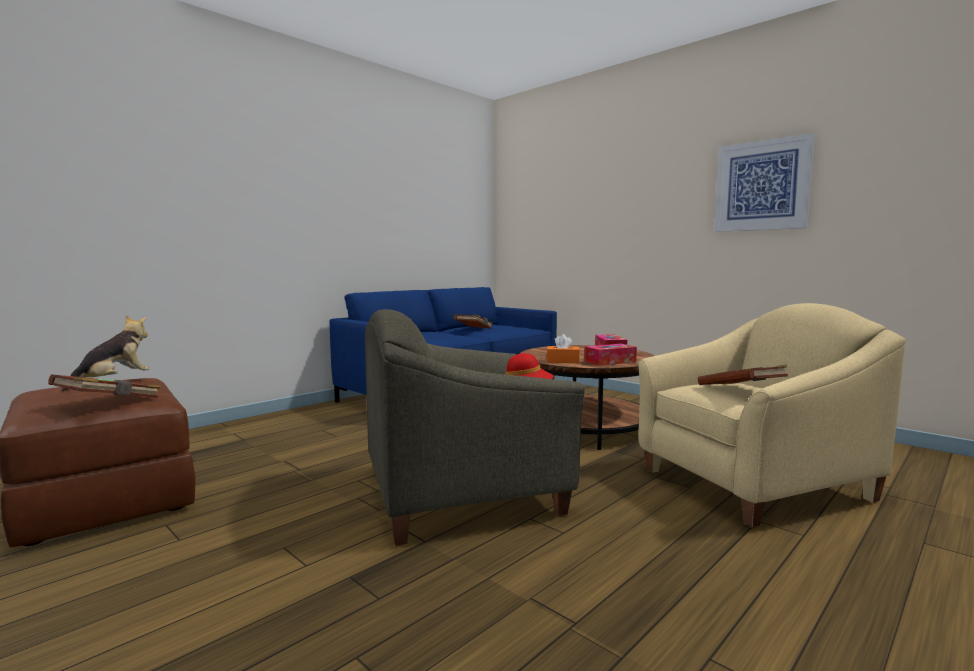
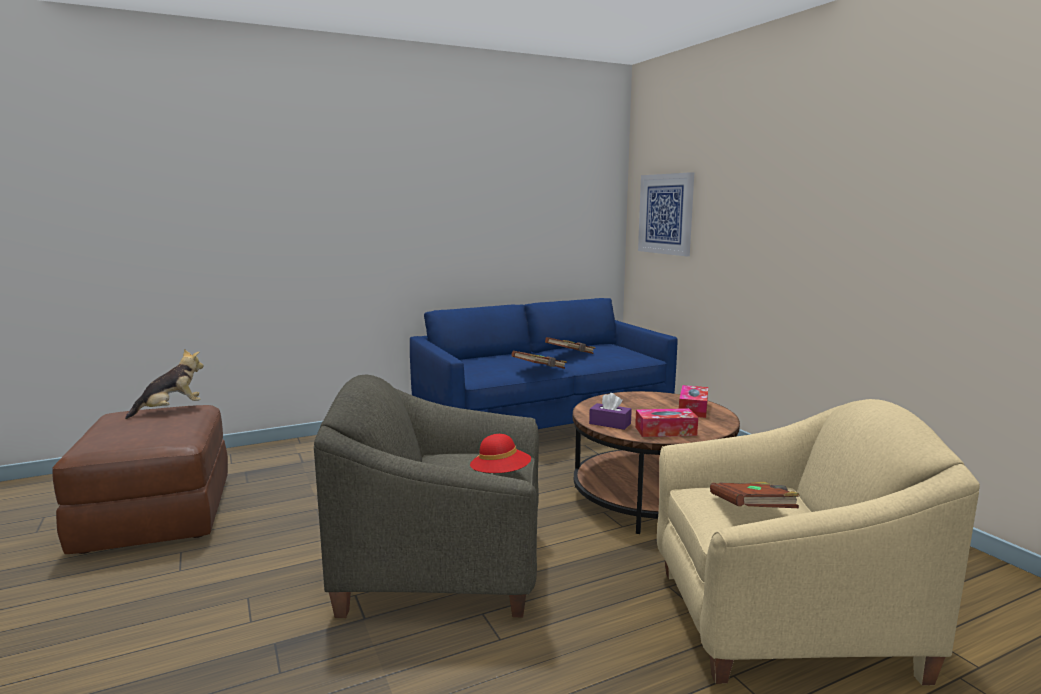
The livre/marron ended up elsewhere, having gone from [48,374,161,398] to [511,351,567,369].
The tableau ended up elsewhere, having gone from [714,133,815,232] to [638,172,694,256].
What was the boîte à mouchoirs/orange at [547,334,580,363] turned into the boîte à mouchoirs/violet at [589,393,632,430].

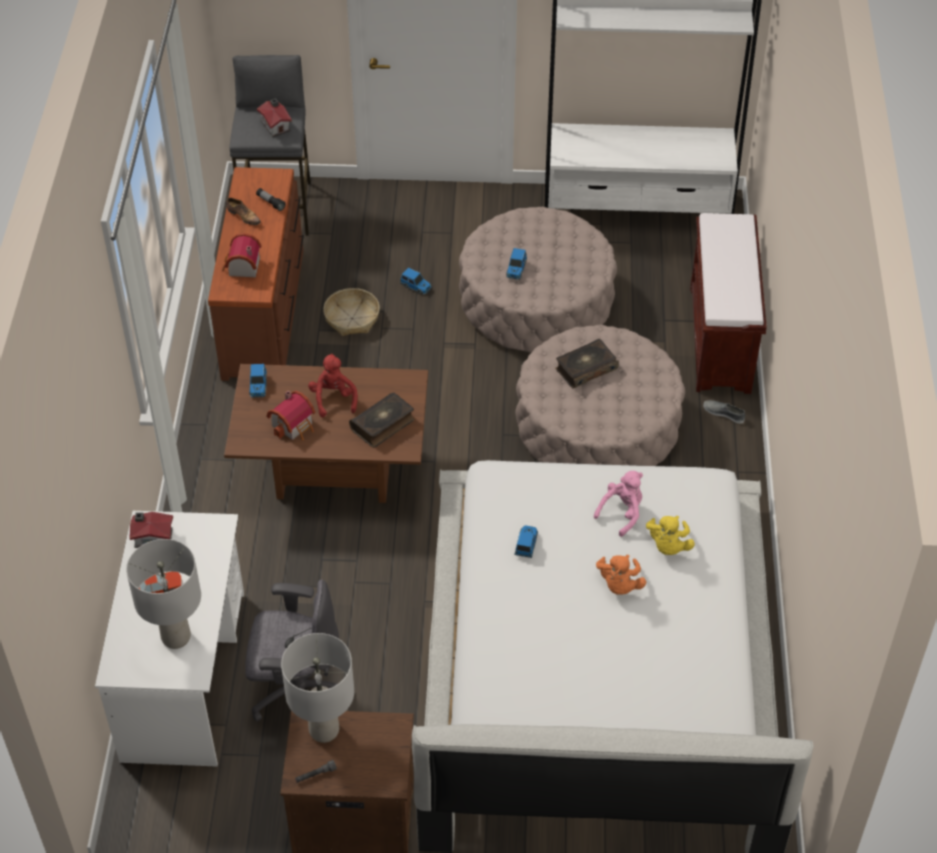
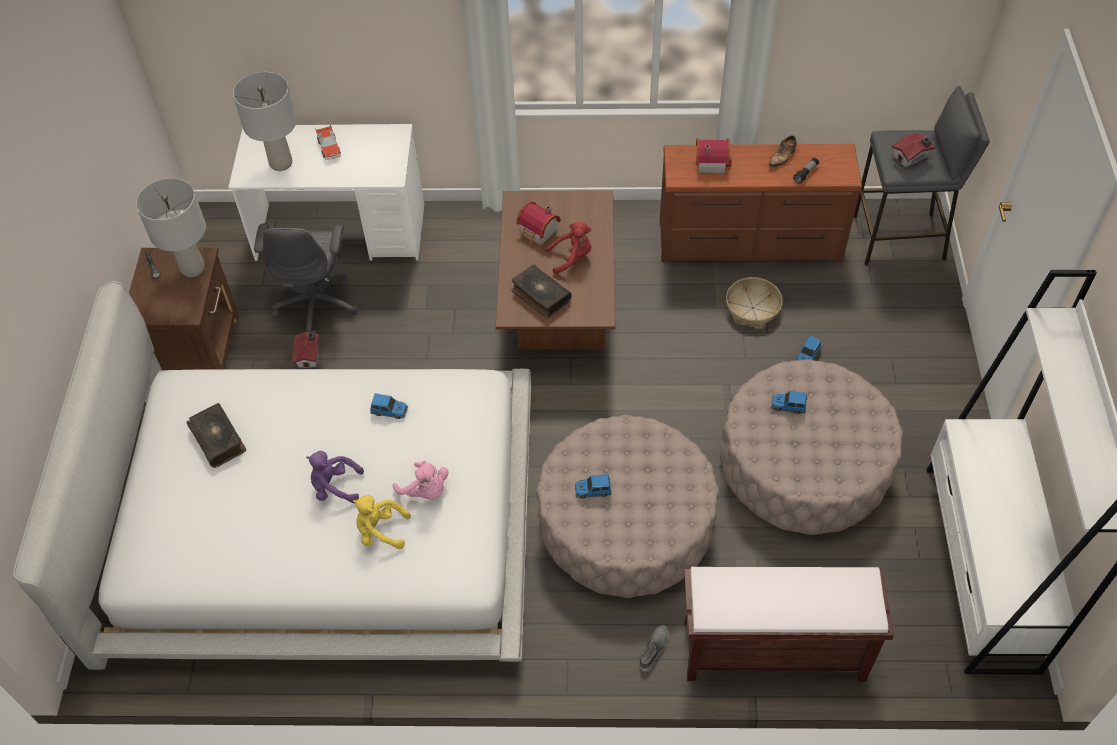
The maison miniature ended up elsewhere, having gone from [129,512,173,548] to [293,332,320,369].
The petite voiture ended up elsewhere, having gone from [249,364,267,397] to [575,474,611,499].
The livre ended up elsewhere, having gone from [555,339,619,388] to [187,403,246,468].
What was the peluche/orange at [596,555,646,595] turned into the peluche/violet at [306,451,364,503].

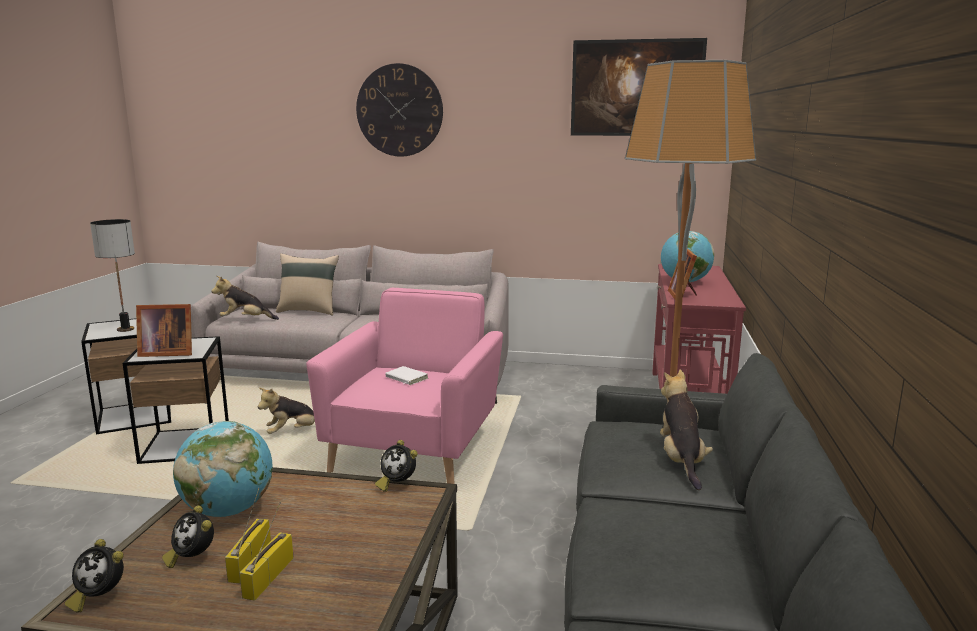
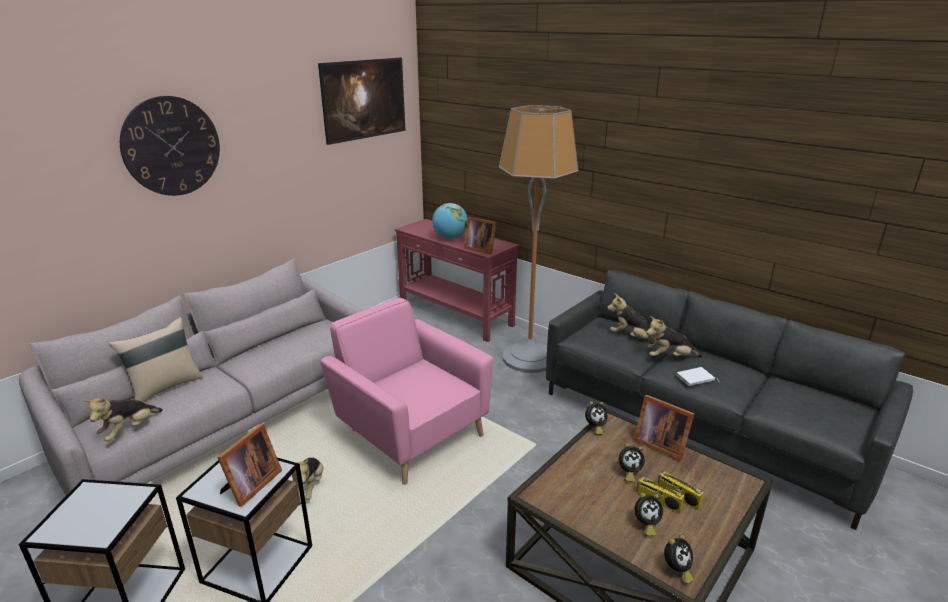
The second view lost the lampe de table at [90,219,135,332].
The second view lost the globe at [173,421,273,517].
The second view gained the réveil at [619,443,645,482].
The second view gained the cadre photo at [634,395,694,461].
The second view gained the peluche at [646,316,702,357].
The livre/blanc ended up elsewhere, having gone from [385,366,428,385] to [677,367,719,386].

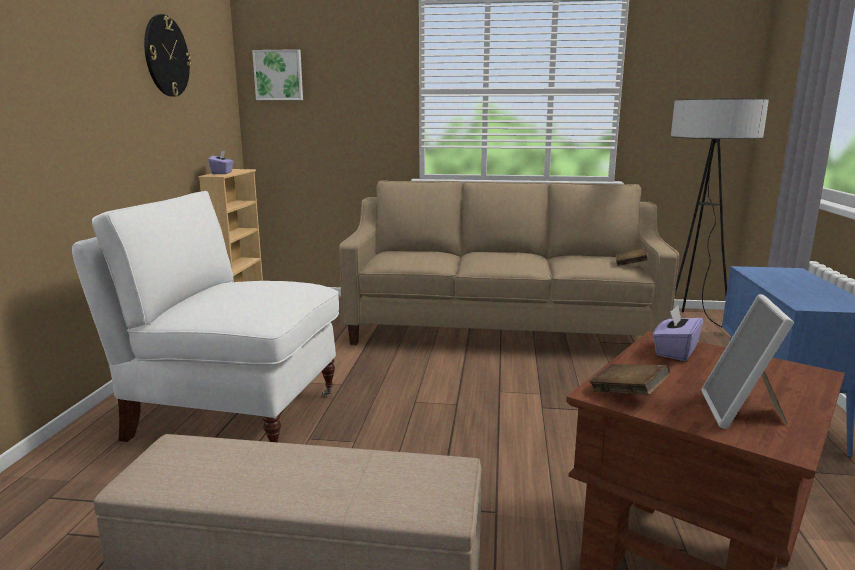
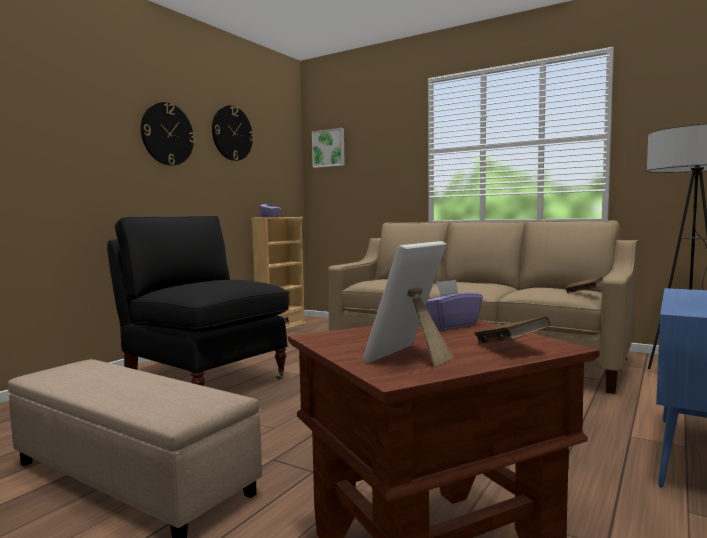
The second view gained the horloge murale at [141,102,195,166].
The livre/marron ended up elsewhere, having gone from [589,364,670,395] to [474,316,550,344].
What was the fauteuil/blanc at [72,191,339,442] turned into the fauteuil/noir at [107,216,289,386].

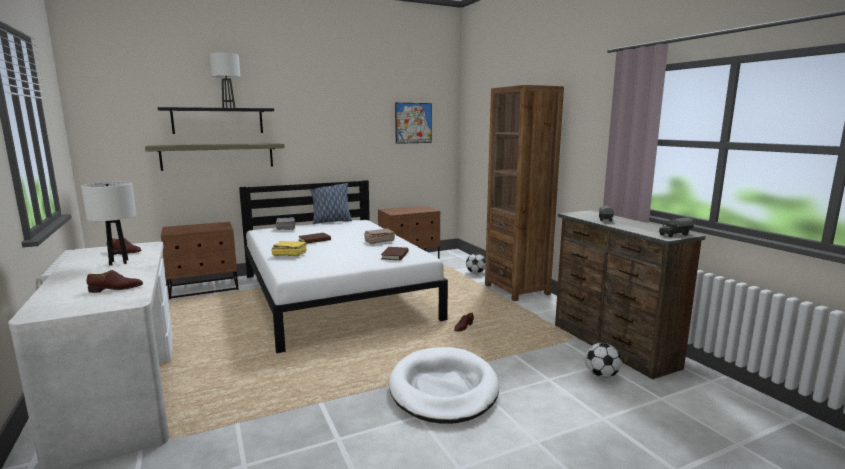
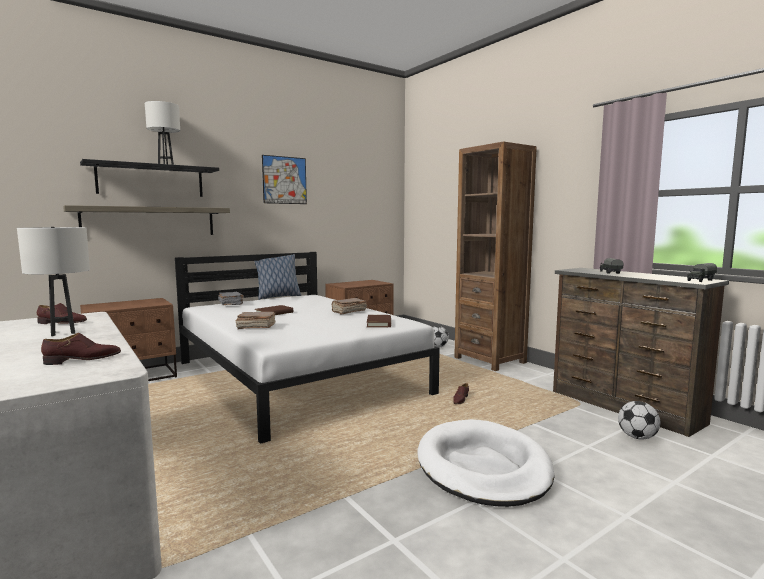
The tableau ended up elsewhere, having gone from [395,103,432,144] to [262,155,307,204].
What was the livre/jaune at [271,241,307,256] turned into the livre/marron at [236,312,276,329].

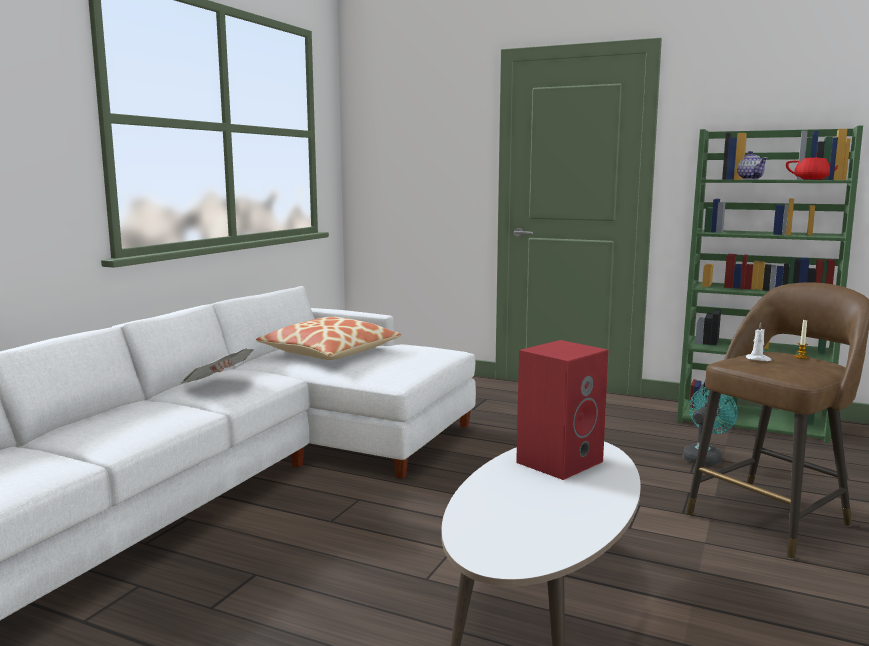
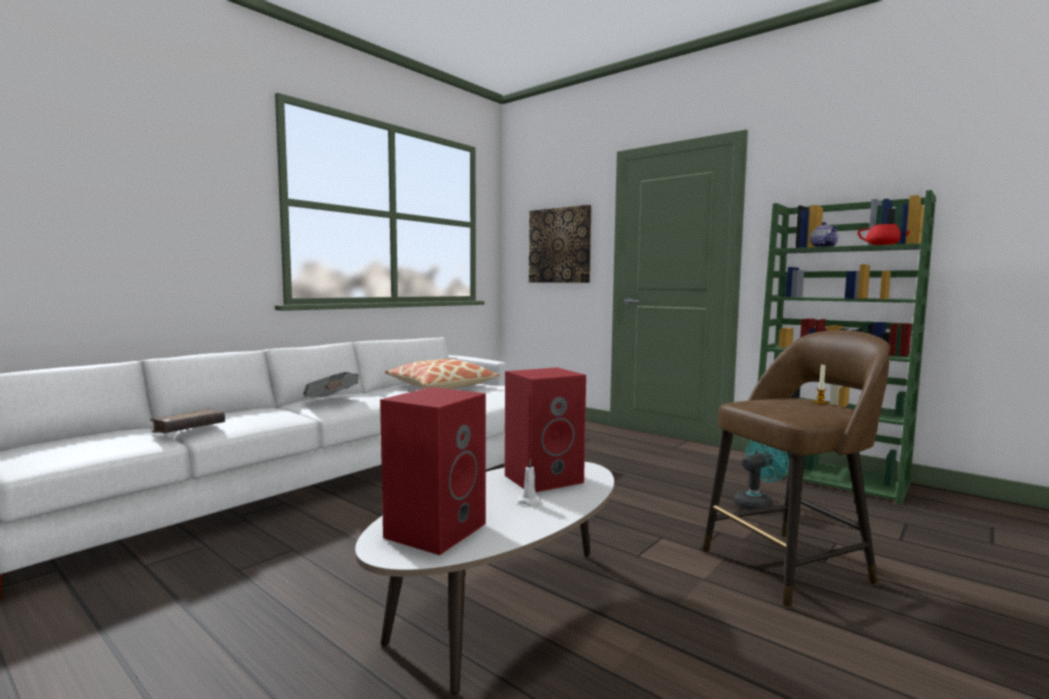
The second view gained the livre/marron at [150,409,225,433].
The second view gained the enceinte/rouge at [380,387,486,555].
The second view gained the tableau at [529,205,592,283].
The bougie/blanc ended up elsewhere, having gone from [746,322,771,361] to [517,460,543,506].

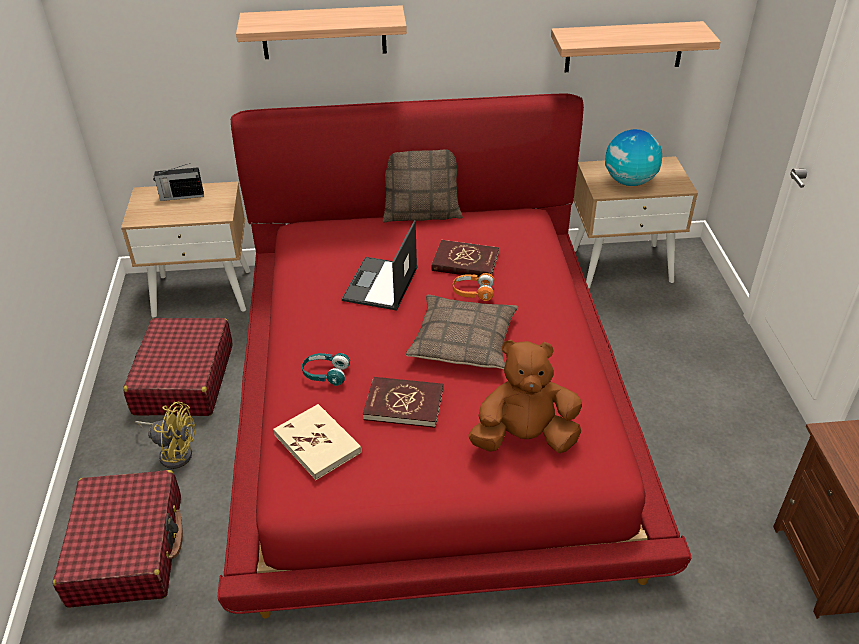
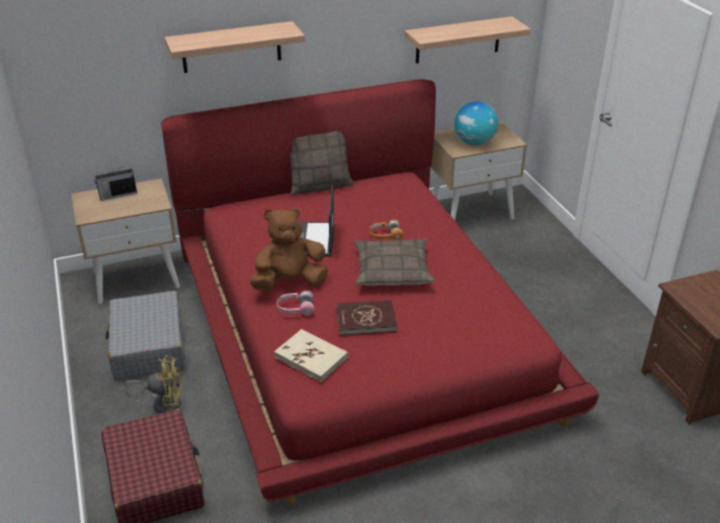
The second view lost the livre/rouge at [431,240,499,277].
The peluche/marron ended up elsewhere, having gone from [468,340,582,453] to [250,207,328,291].
What was the valise/rouge at [123,318,233,416] turned into the valise/gris at [106,291,185,380].
What was the casque audio/turquoise at [302,353,350,386] turned into the casque audio/rose at [277,290,315,315].

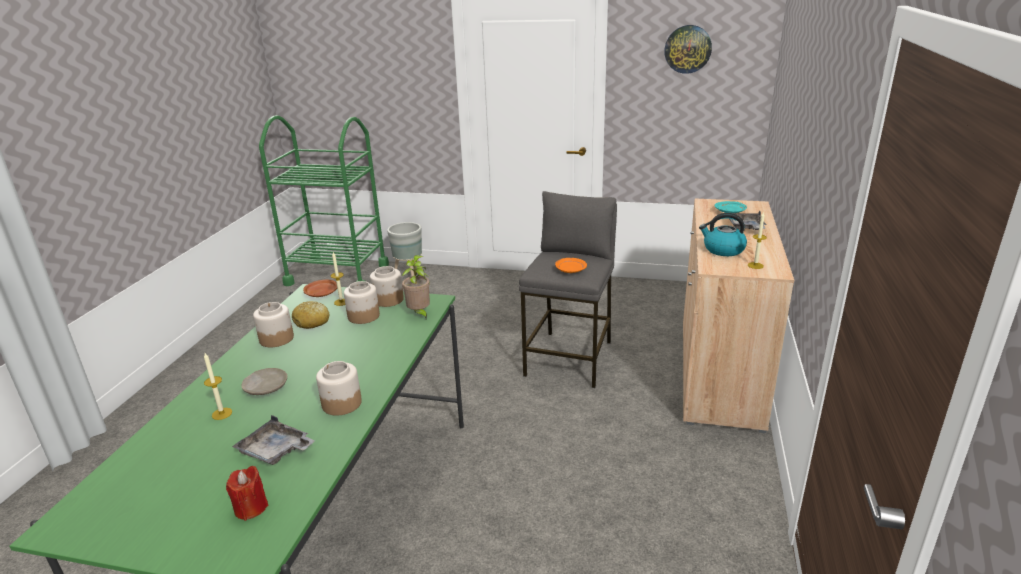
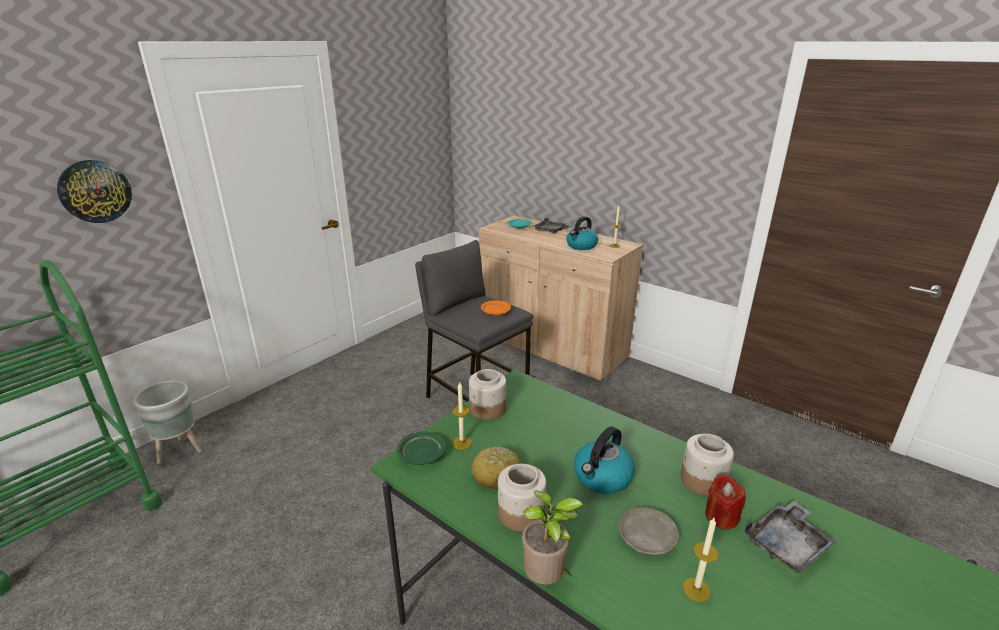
The second view lost the bocal at [344,281,380,324].
The second view gained the bouilloire at [574,426,635,494].
The bougie/rouge ended up elsewhere, having gone from [226,466,269,521] to [705,475,746,529].
The plante en pot ended up elsewhere, having gone from [402,255,430,319] to [522,491,583,585].
The horloge murale ended up elsewhere, having gone from [664,25,712,74] to [57,160,132,223].
What was the assiette/marron at [303,280,337,297] turned into the assiette/vert at [397,432,446,465].

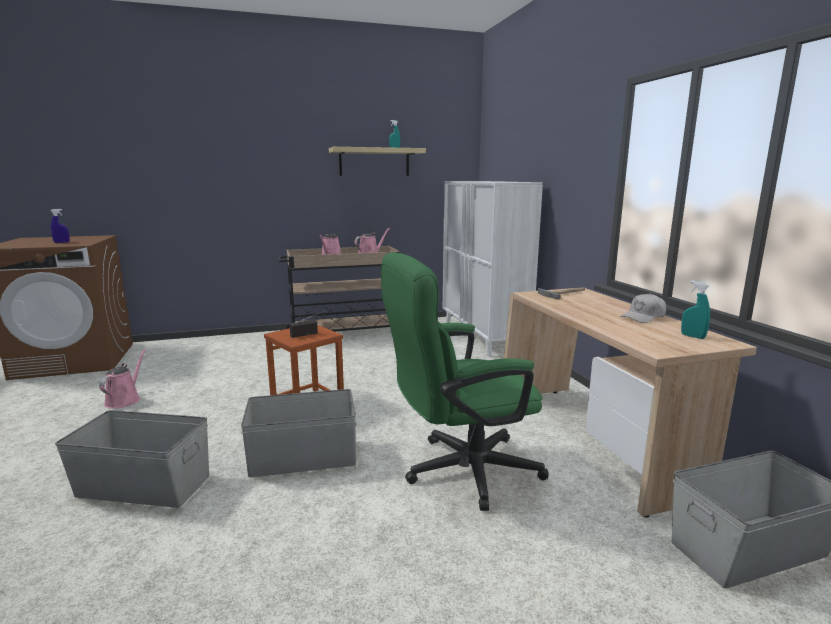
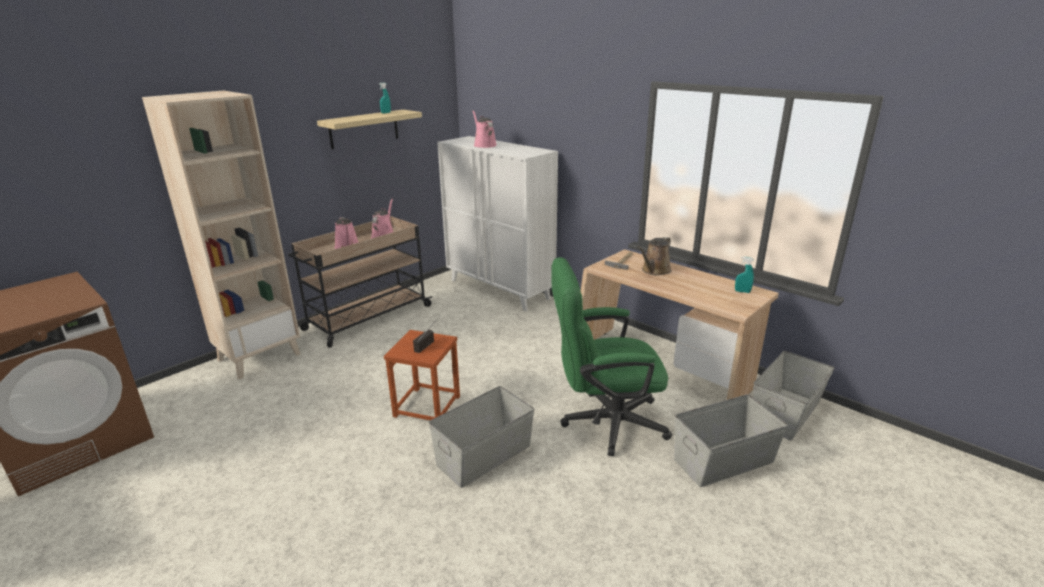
The second view lost the vaporisateur/bleu at [51,209,70,243].
The second view lost the casquette/blanc at [620,293,666,323].
The second view gained the bibliothèque/beige at [142,90,301,380].
The second view gained the arrosoir/marron at [638,237,671,276].
The boîte de rangement/gris ended up elsewhere, having gone from [55,410,209,508] to [674,394,788,487].
The arrosoir/rose ended up elsewhere, having gone from [99,349,146,409] to [472,110,496,148].
The chaise de bureau/vert at [381,252,549,511] ended up facing another way, 45 degrees clockwise from before.

